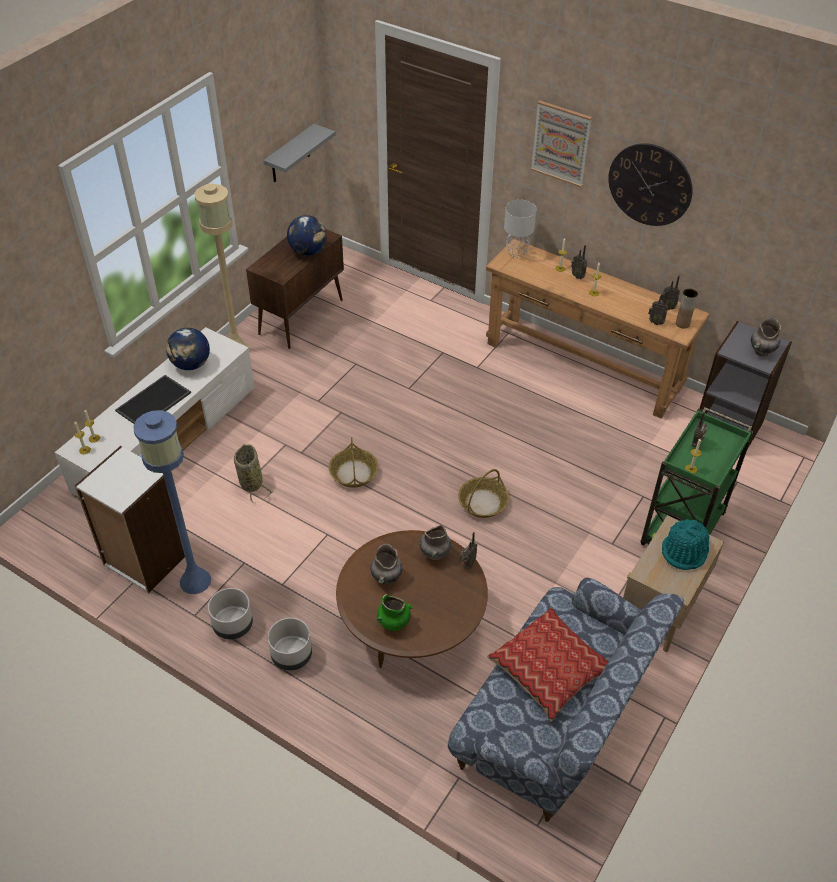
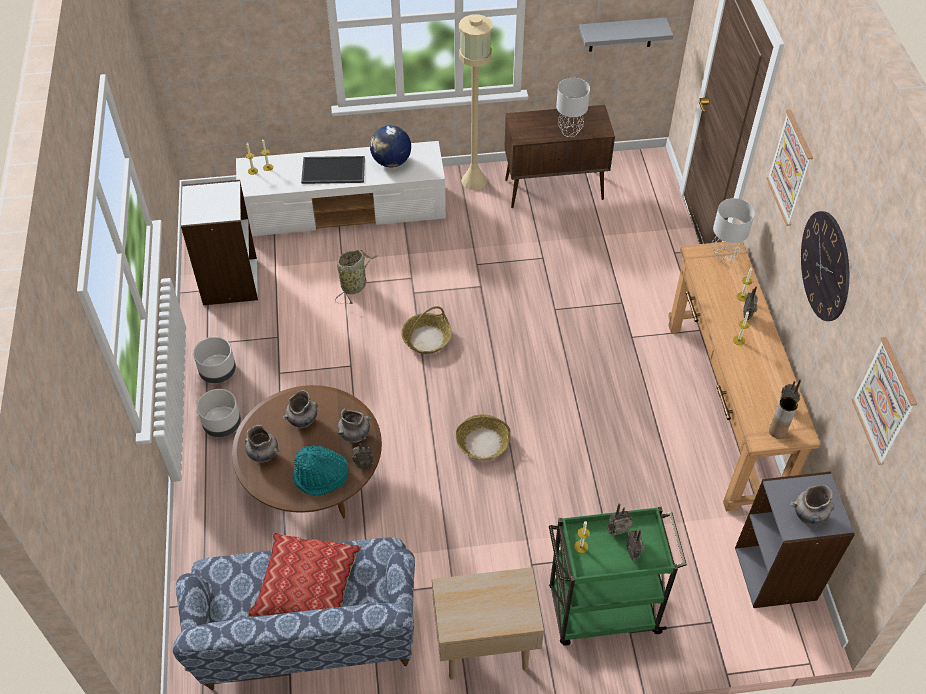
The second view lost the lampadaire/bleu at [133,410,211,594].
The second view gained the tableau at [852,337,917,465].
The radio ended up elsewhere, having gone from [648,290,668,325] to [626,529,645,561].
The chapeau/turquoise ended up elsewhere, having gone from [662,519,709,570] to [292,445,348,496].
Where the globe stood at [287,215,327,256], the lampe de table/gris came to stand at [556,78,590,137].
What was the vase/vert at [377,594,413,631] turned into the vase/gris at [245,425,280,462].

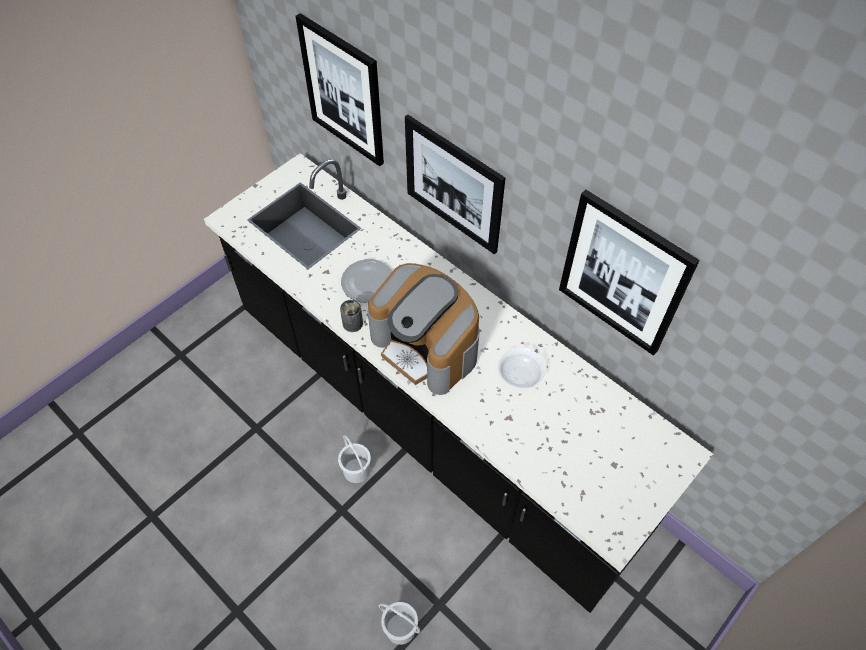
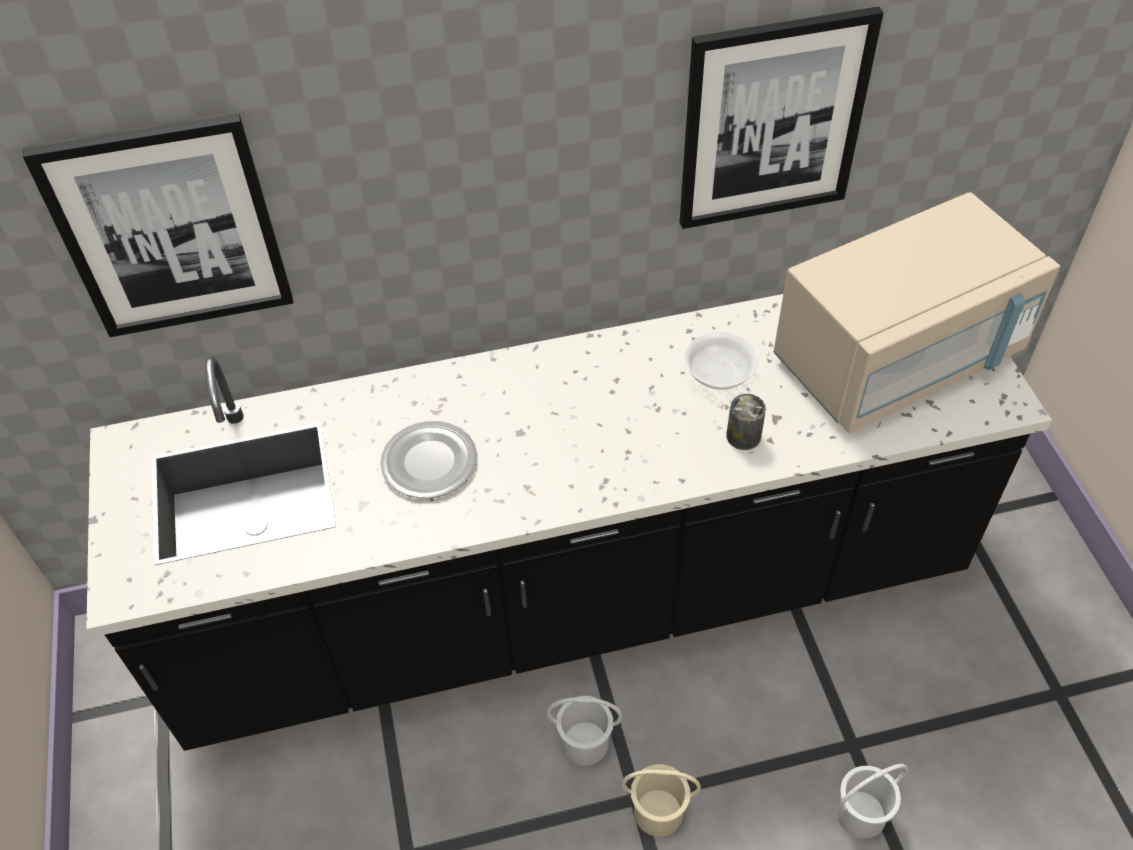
The second view lost the machine à café at [367,263,480,395].
The second view lost the tableau at [405,115,505,255].
The second view gained the seau/beige at [622,764,701,837].
The second view gained the micro-ondes/beige at [773,192,1060,433].
The boîte métallique ended up elsewhere, having gone from [340,300,363,332] to [726,394,766,450].

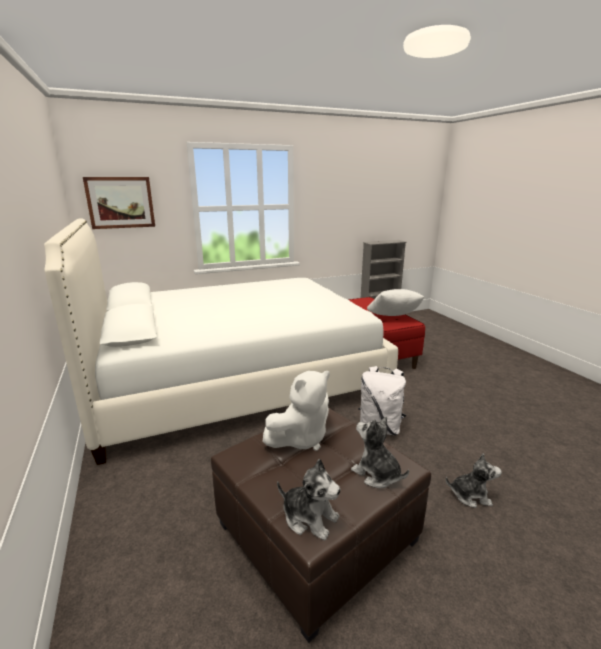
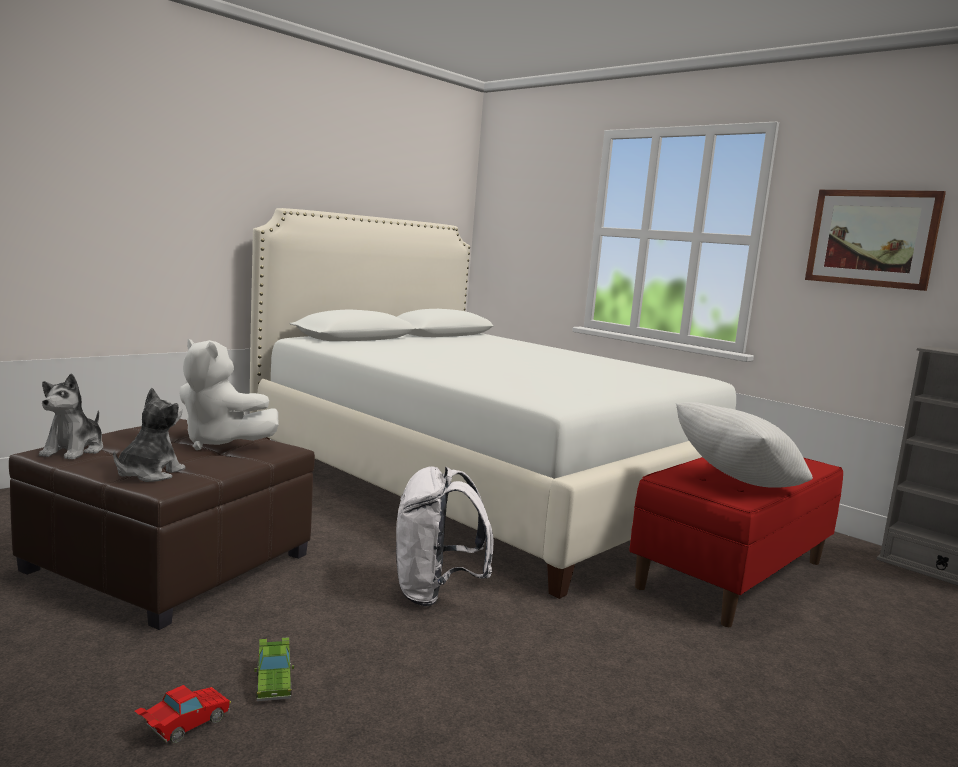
The second view gained the petite voiture/rouge at [135,685,231,743].
The tableau ended up elsewhere, having gone from [83,177,155,229] to [805,190,946,291].
Where the peluche stood at [446,453,502,508], the petite voiture/vert came to stand at [255,637,294,701].

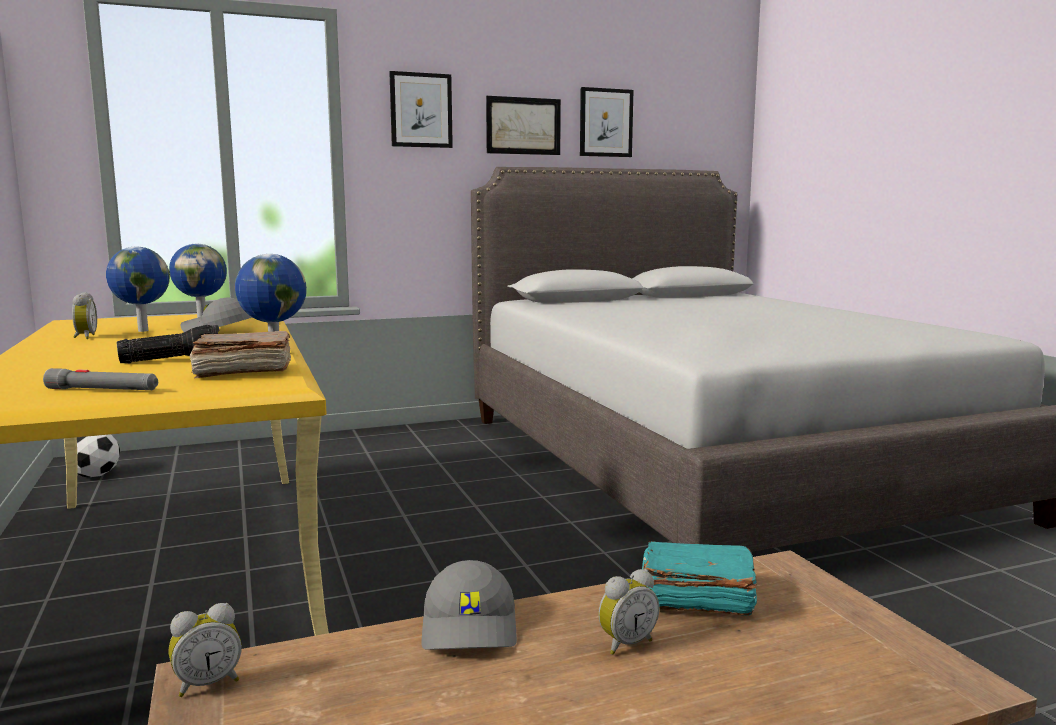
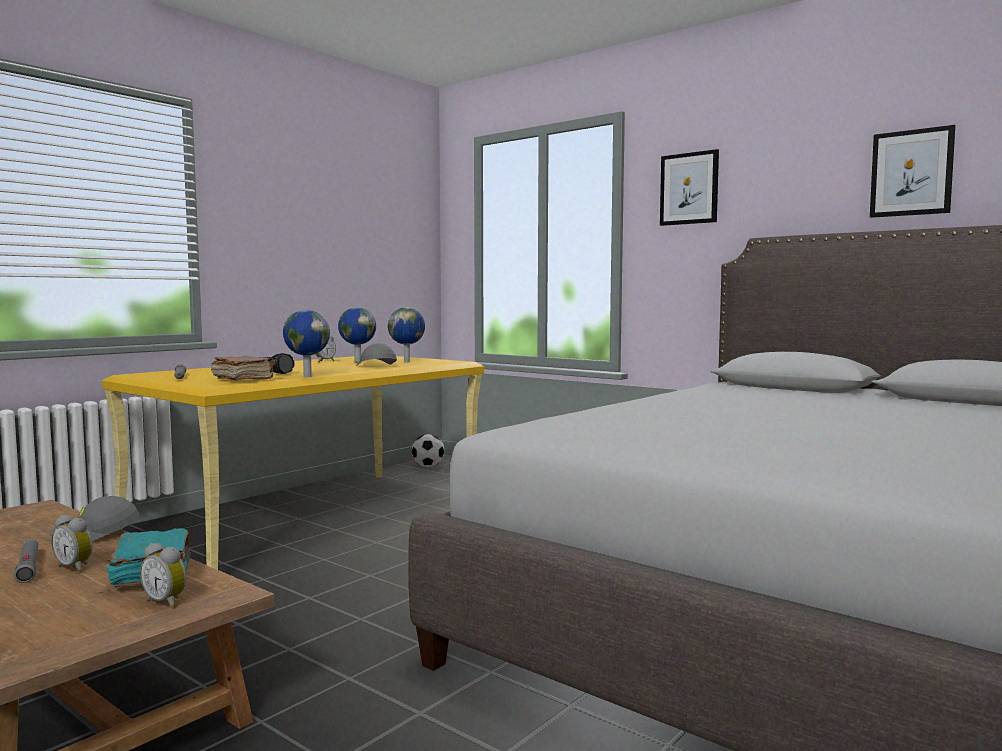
The second view lost the tableau at [486,96,561,155].
The second view gained the lampe de poche/gris at [14,539,39,583].
The réveil ended up elsewhere, having gone from [169,603,242,697] to [140,543,186,609].

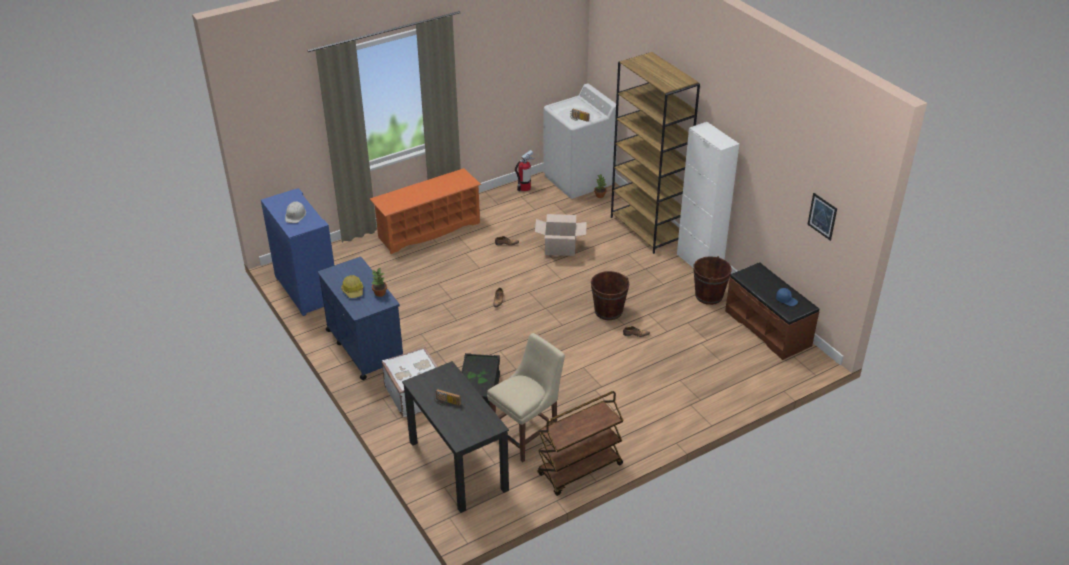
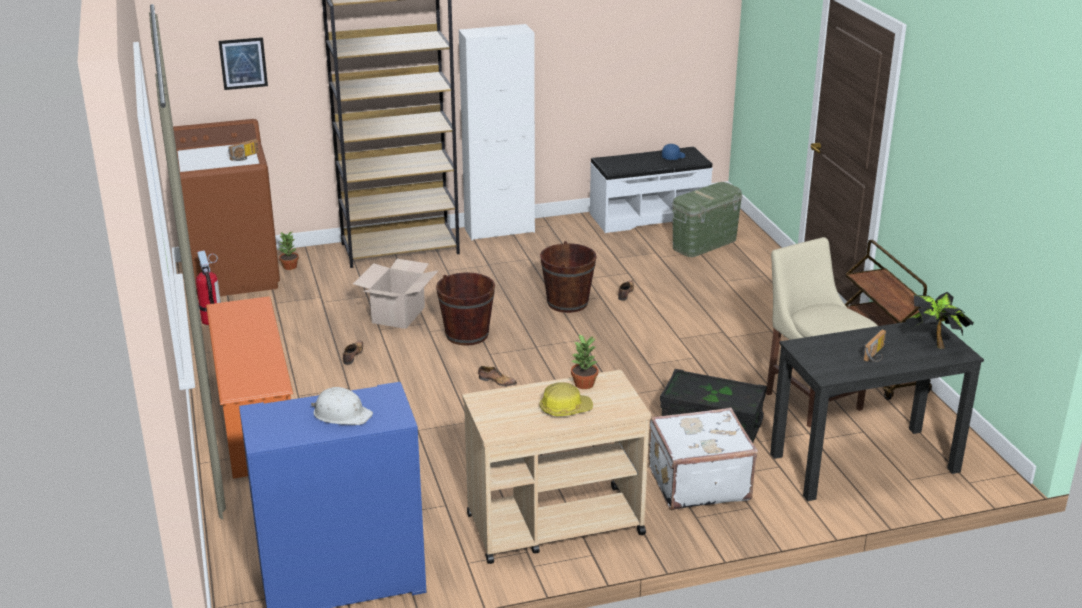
The second view gained the boîte de rangement/vert at [672,182,742,257].
The second view gained the plante en pot at [905,292,974,349].
The seau/marron ended up elsewhere, having gone from [694,256,732,305] to [436,272,495,346].
The tableau ended up elsewhere, having gone from [807,193,837,241] to [219,37,268,90].
What was the chariot/bleu at [318,257,403,380] turned into the chariot/beige at [462,370,651,564].
What was the lave-linge/blanc at [543,84,618,199] turned into the lave-linge/marron at [173,119,280,298].
What was the banc/marron at [725,262,819,360] turned into the banc/blanc at [590,147,713,233].

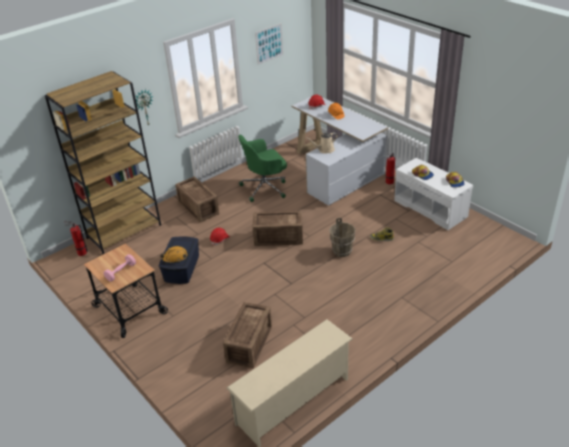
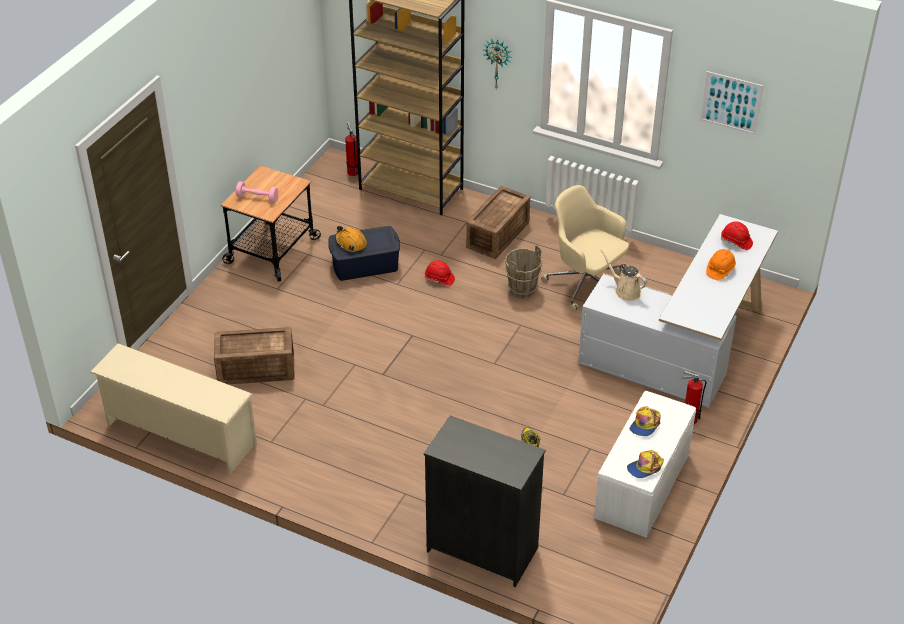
The second view lost the caisse at [252,211,303,246].
The second view gained the commode/noir at [424,415,545,587].
The seau/marron ended up elsewhere, having gone from [329,218,356,257] to [505,245,543,298].
What was the chaise de bureau/vert at [239,135,287,202] turned into the chaise de bureau/beige at [541,185,629,312].

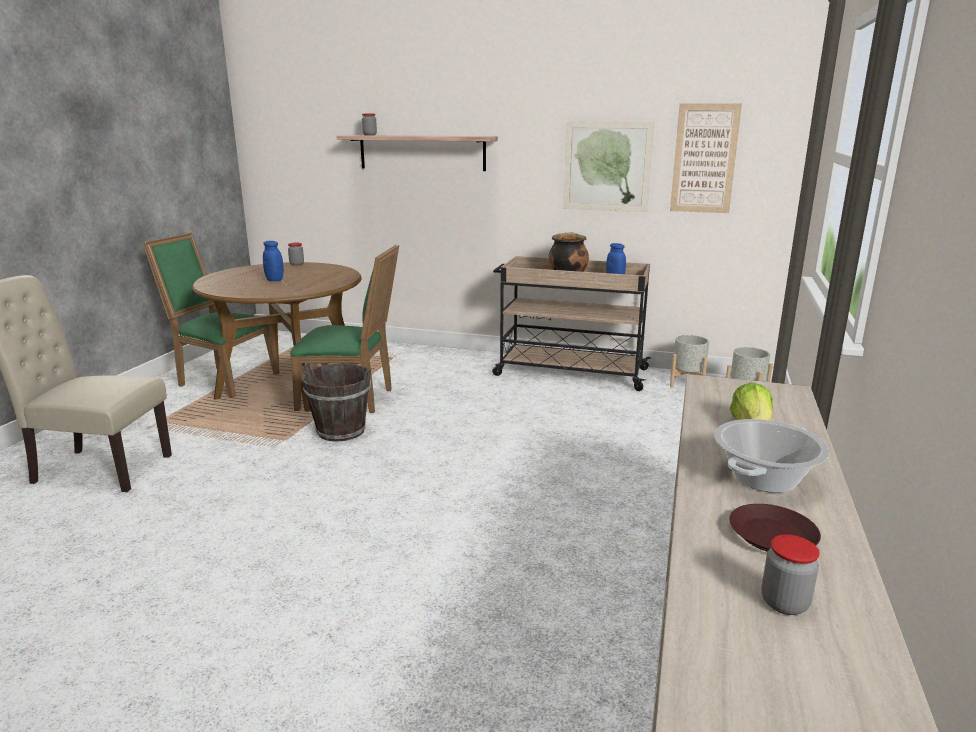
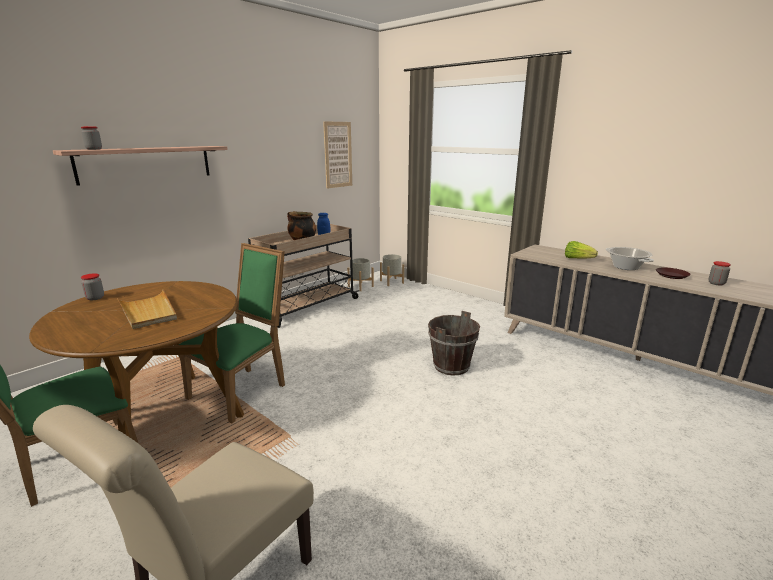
The second view lost the tableau at [563,122,654,212].
The seau/marron ended up elsewhere, having gone from [302,363,371,442] to [428,311,480,376].
Where the bocal/bleu stood at [263,241,284,281], the plateau/beige came to stand at [117,290,177,329].

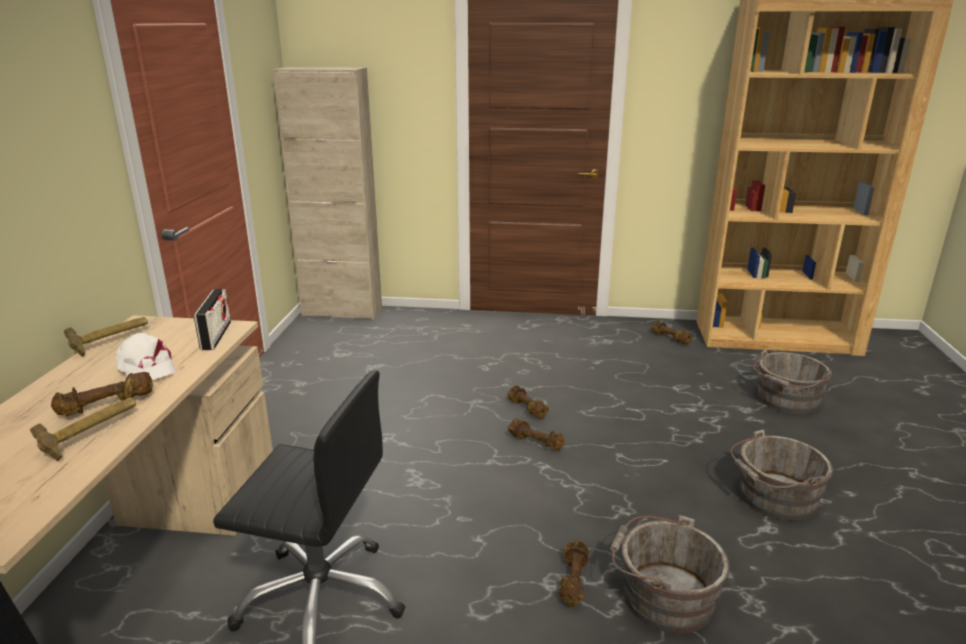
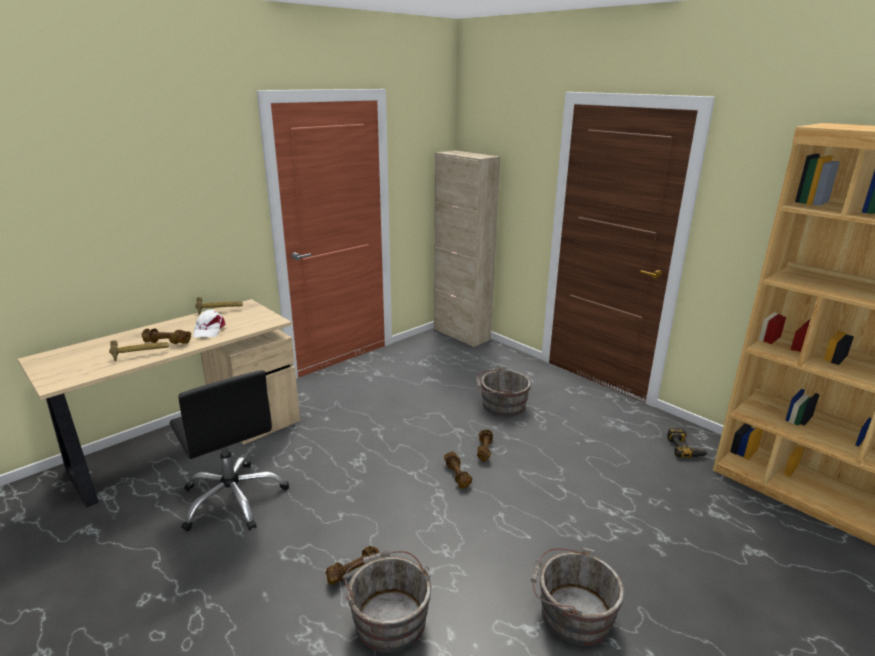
The second view lost the radio at [194,289,231,350].
The seau/gris ended up elsewhere, having gone from [753,350,832,414] to [476,366,531,416].
Where the haltère/marron stood at [652,321,693,344], the perceuse came to stand at [667,428,708,458].

